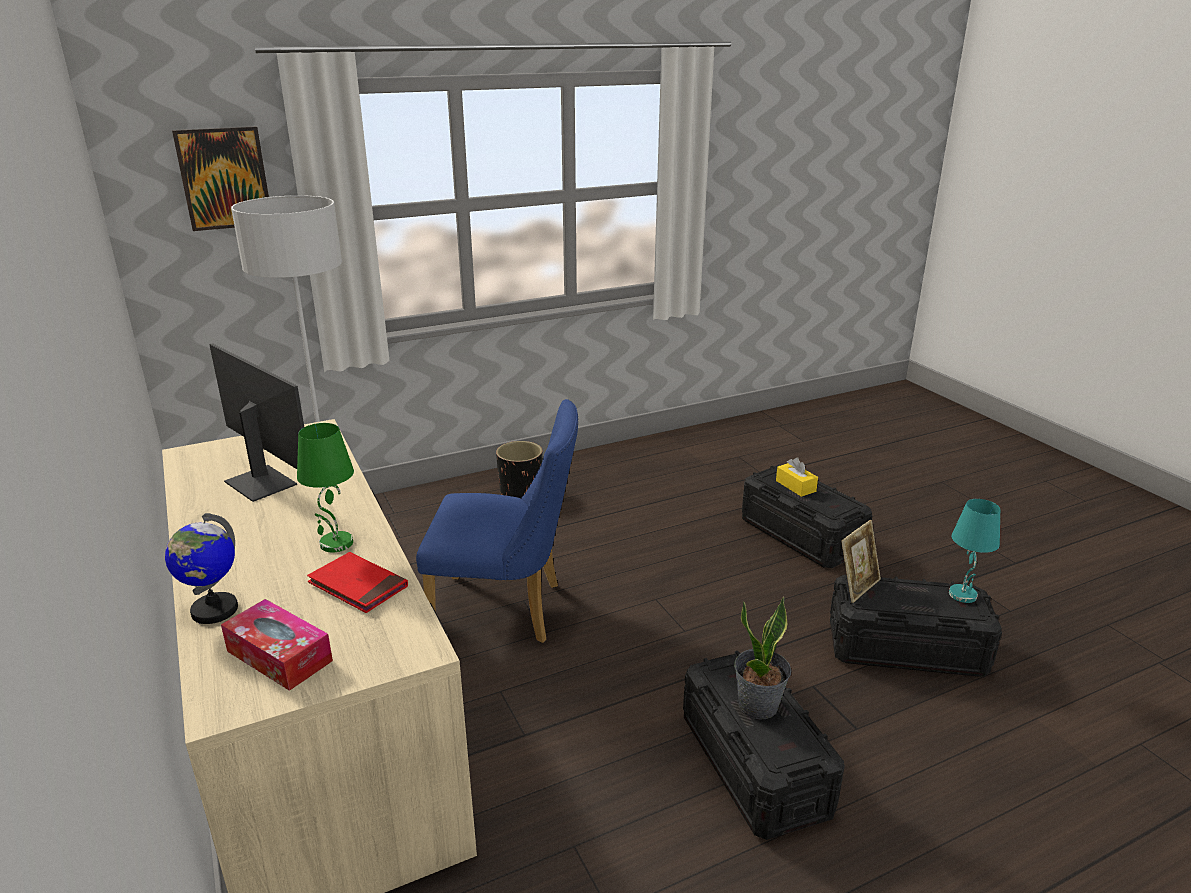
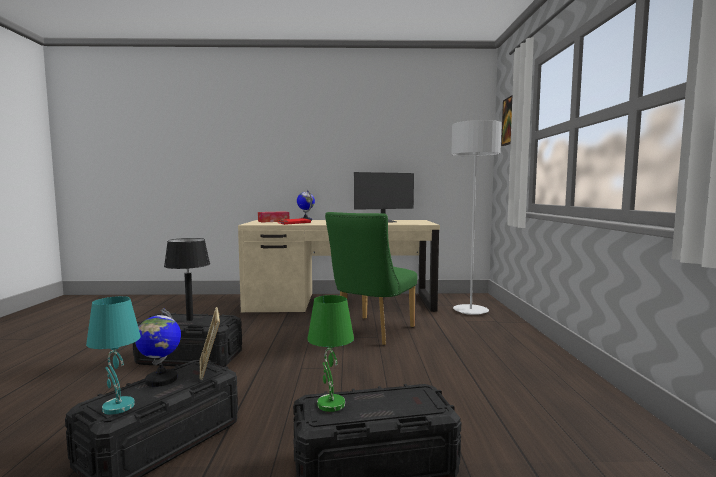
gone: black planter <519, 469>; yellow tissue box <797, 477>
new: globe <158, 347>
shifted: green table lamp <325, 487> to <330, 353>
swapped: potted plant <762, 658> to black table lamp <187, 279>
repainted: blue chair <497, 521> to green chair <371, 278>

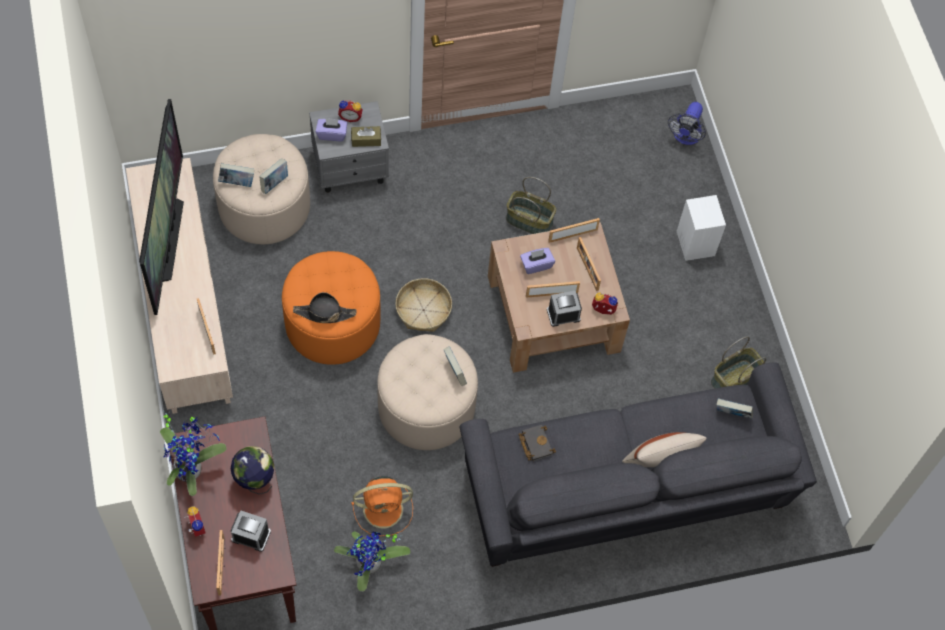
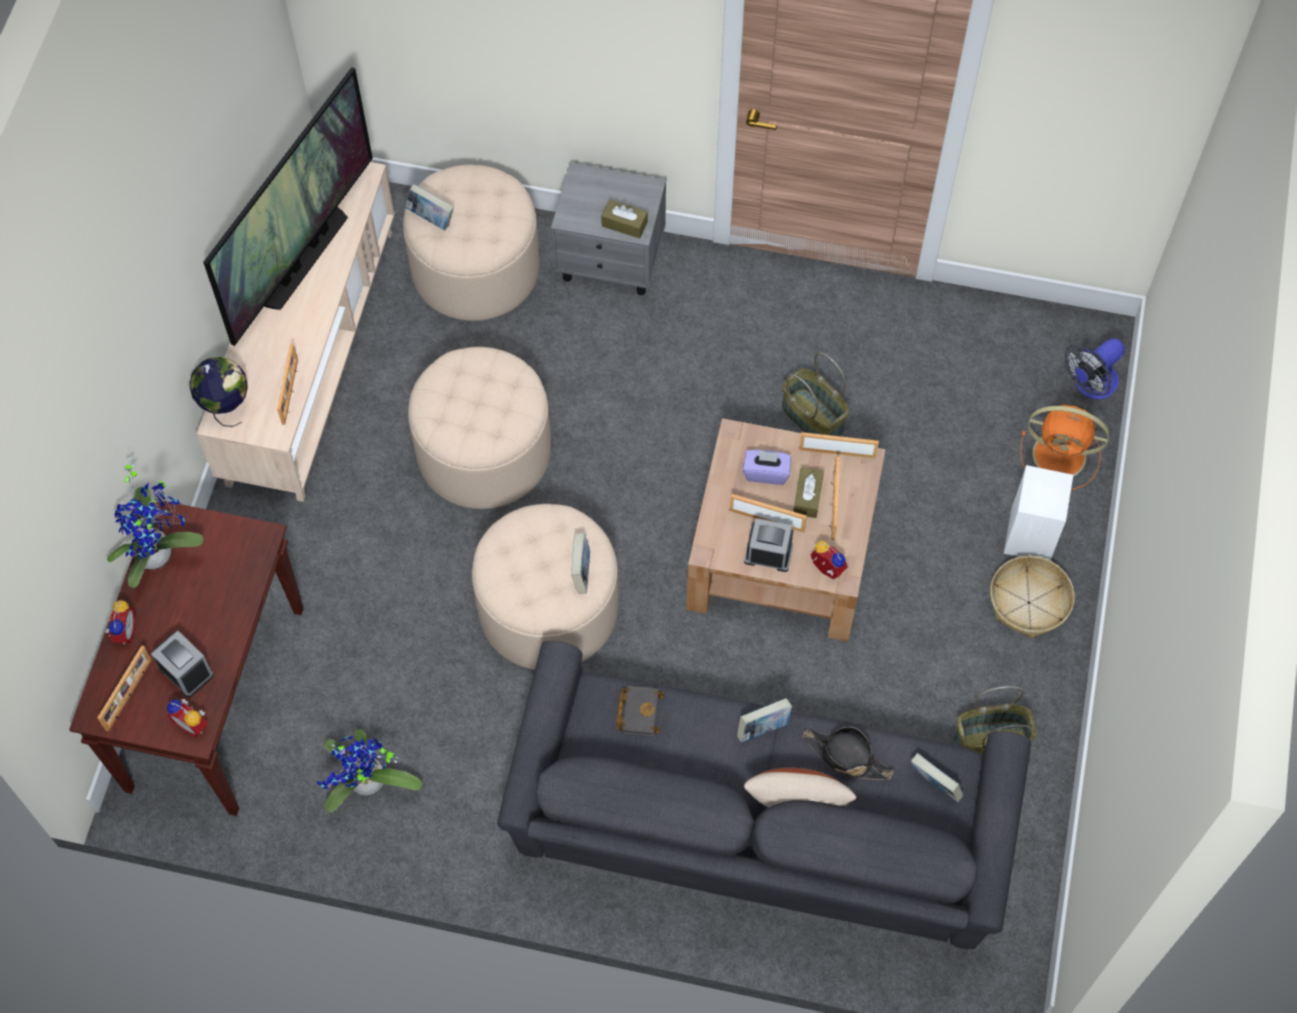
gone: purple tissue box <331, 129>
new: brown tissue box <808, 492>
shifted: alarm clock <350, 111> to <187, 718>; book <273, 176> to <764, 720>; basket <423, 305> to <1032, 597>; black hat <324, 307> to <848, 753>; globe <253, 470> to <219, 392>; orange fan <382, 506> to <1064, 447>
repainted: orange ottoman <331, 308> to beige ottoman <479, 428>

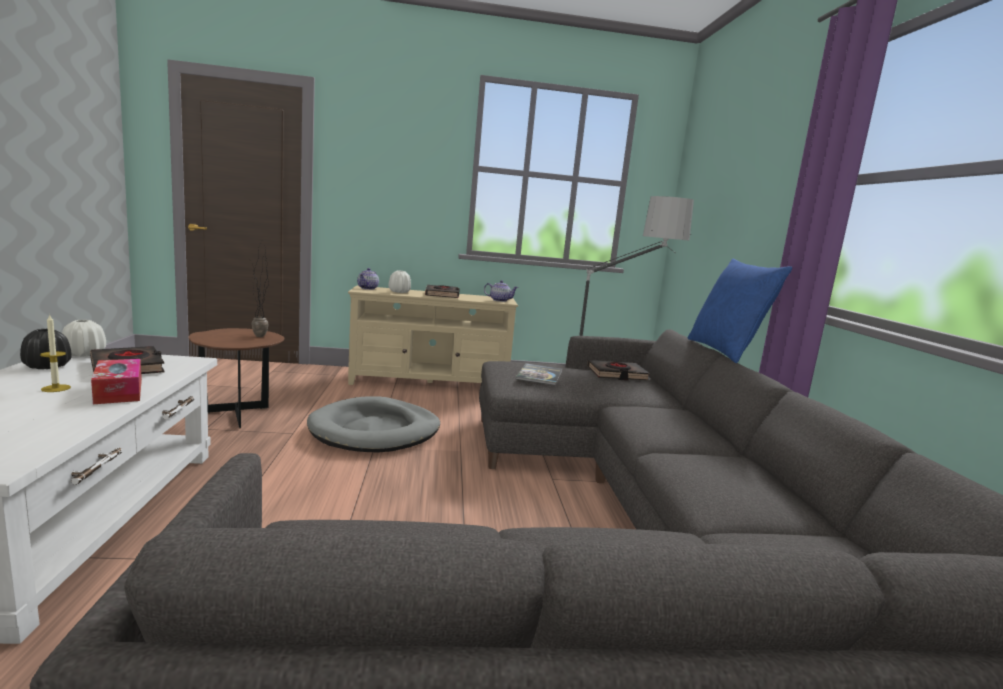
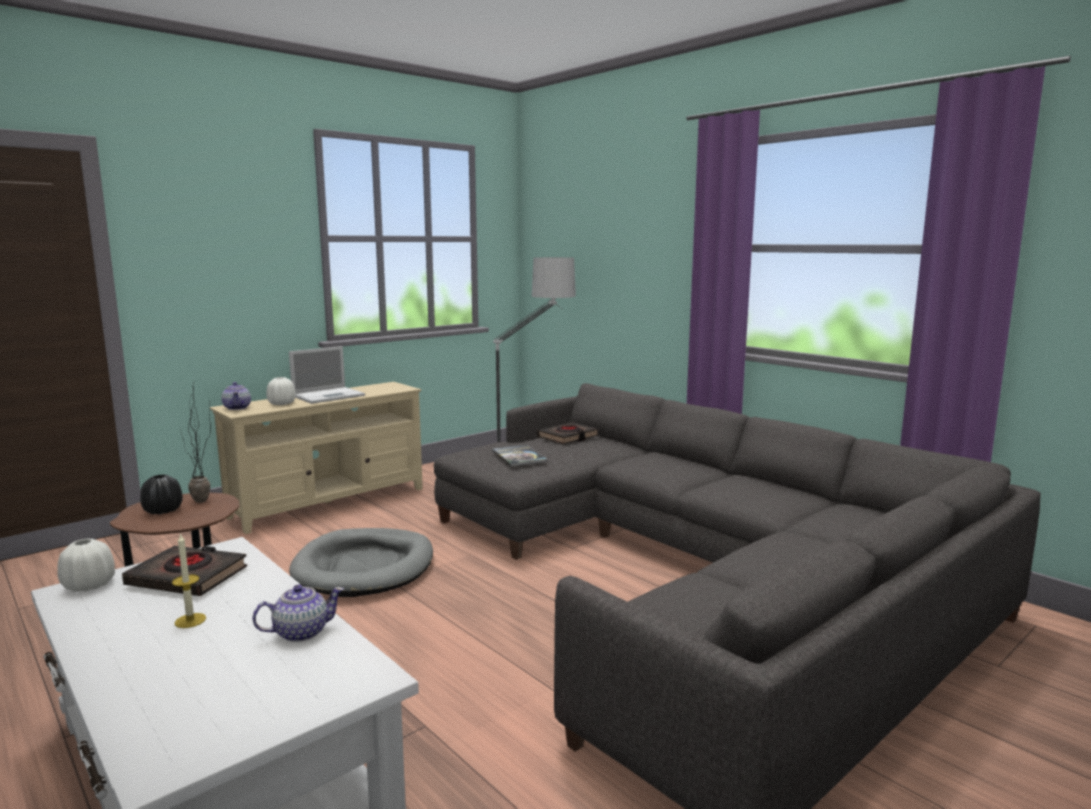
gone: blue pillow <739, 311>; tissue box <116, 381>
shifted: teapot <501, 291> to <298, 613>; black vase <46, 349> to <161, 494>
swapped: black book <442, 291> to laptop <327, 375>

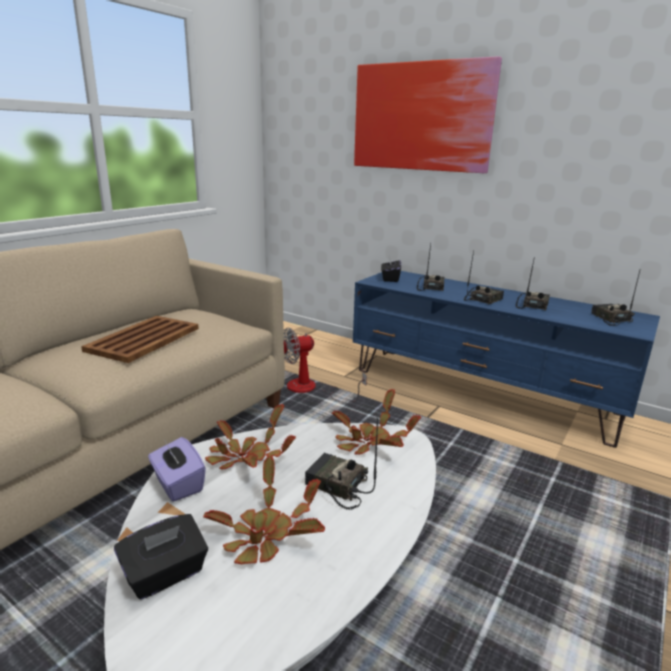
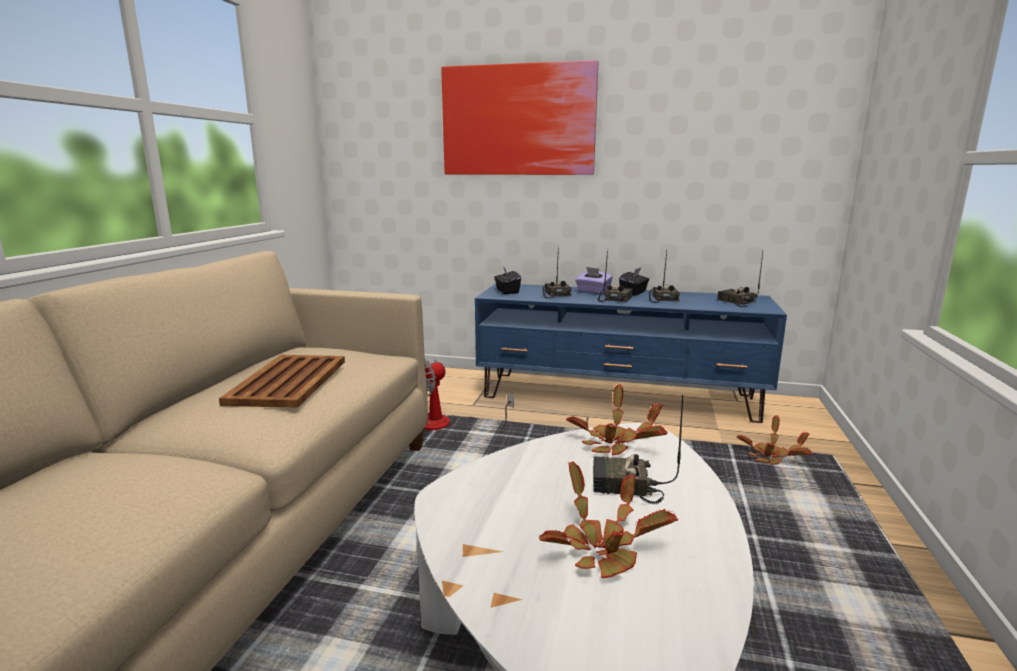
shifted: potted plant <250, 437> to <774, 440>; purple tissue box <177, 469> to <594, 281>; black tissue box <161, 557> to <634, 281>

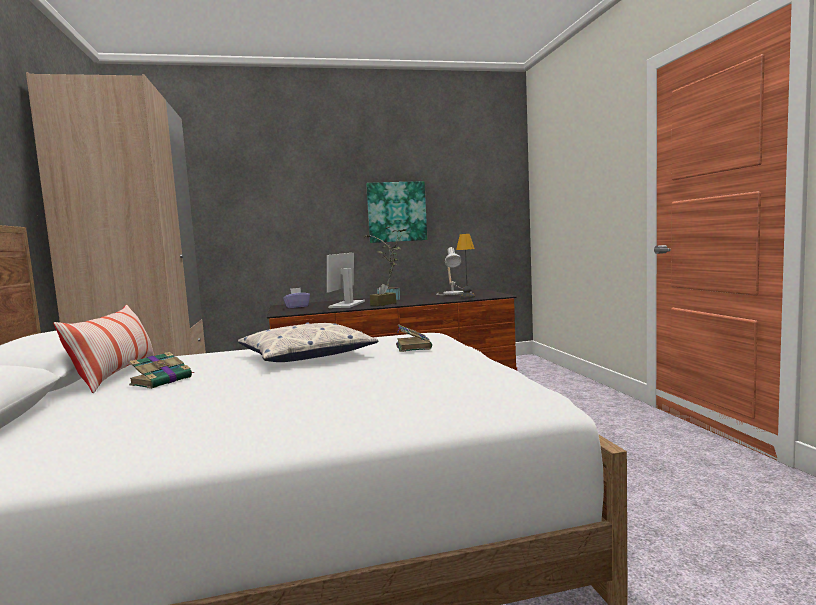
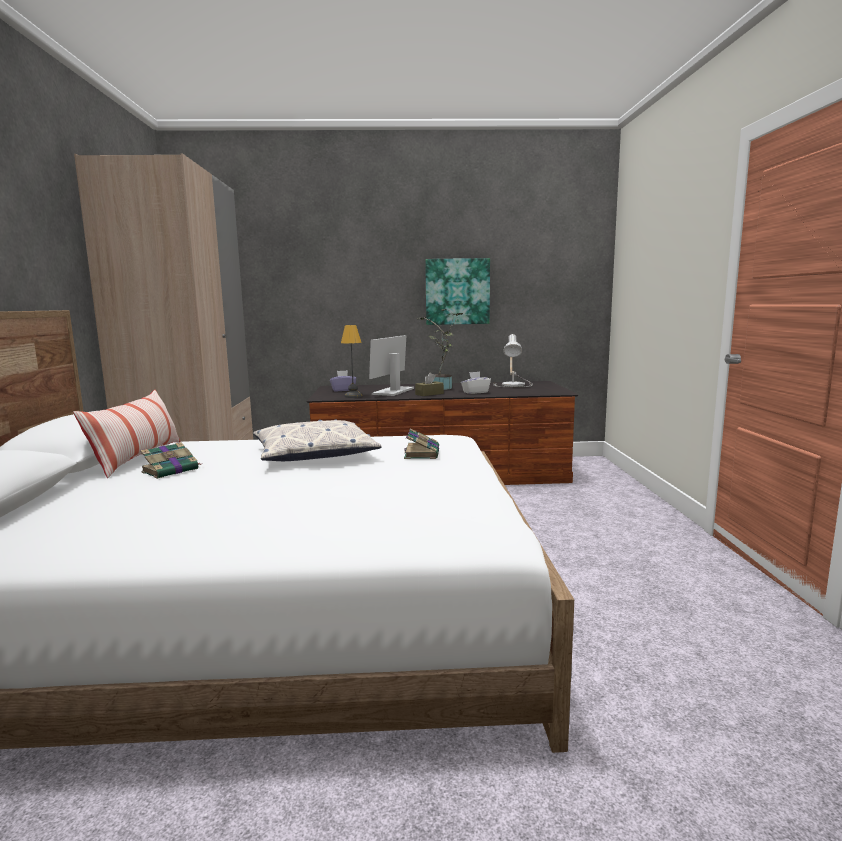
new: white tissue box <476, 382>
shifted: table lamp <465, 266> to <351, 361>

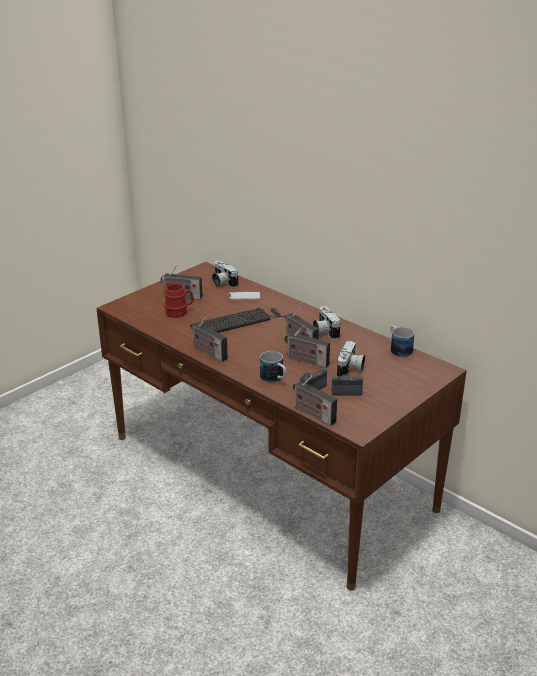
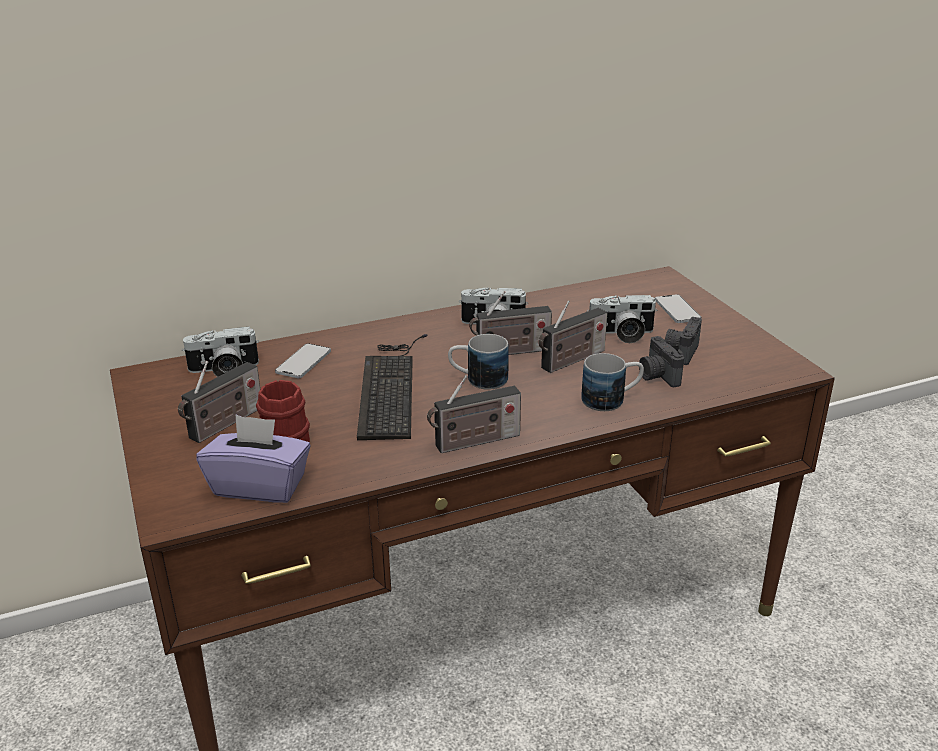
gone: radio <315, 401>
new: phone <678, 308>; purple tissue box <253, 459>
shifted: mug <402, 341> to <478, 362>
rotated: photo camera <351, 359> = <622, 319> 135 degrees clockwise

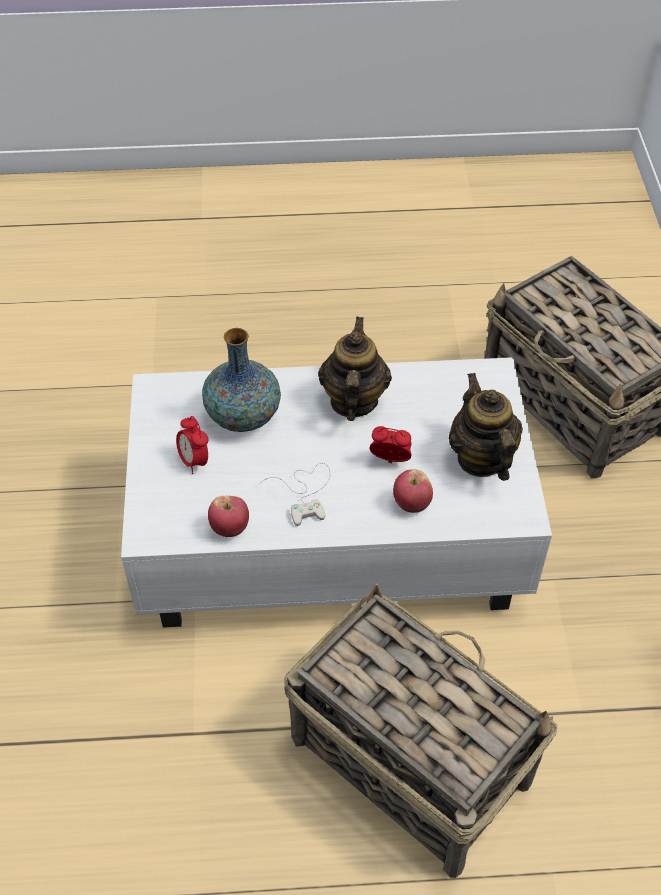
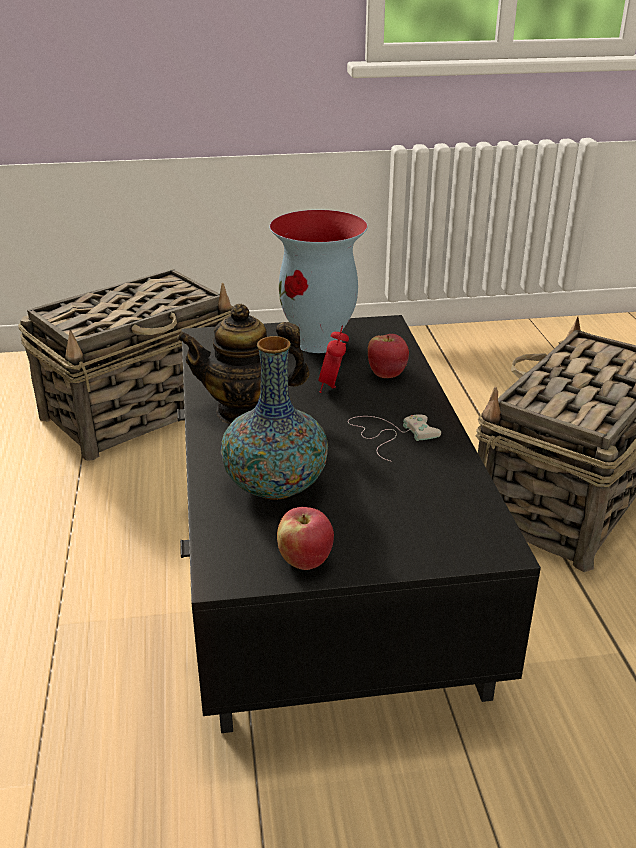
gone: alarm clock <192, 445>
shifted: apple <228, 516> to <305, 538>
swapped: teapot <486, 427> to vase <318, 281>
repainted: white coffee table <336, 492> to black coffee table <359, 524>

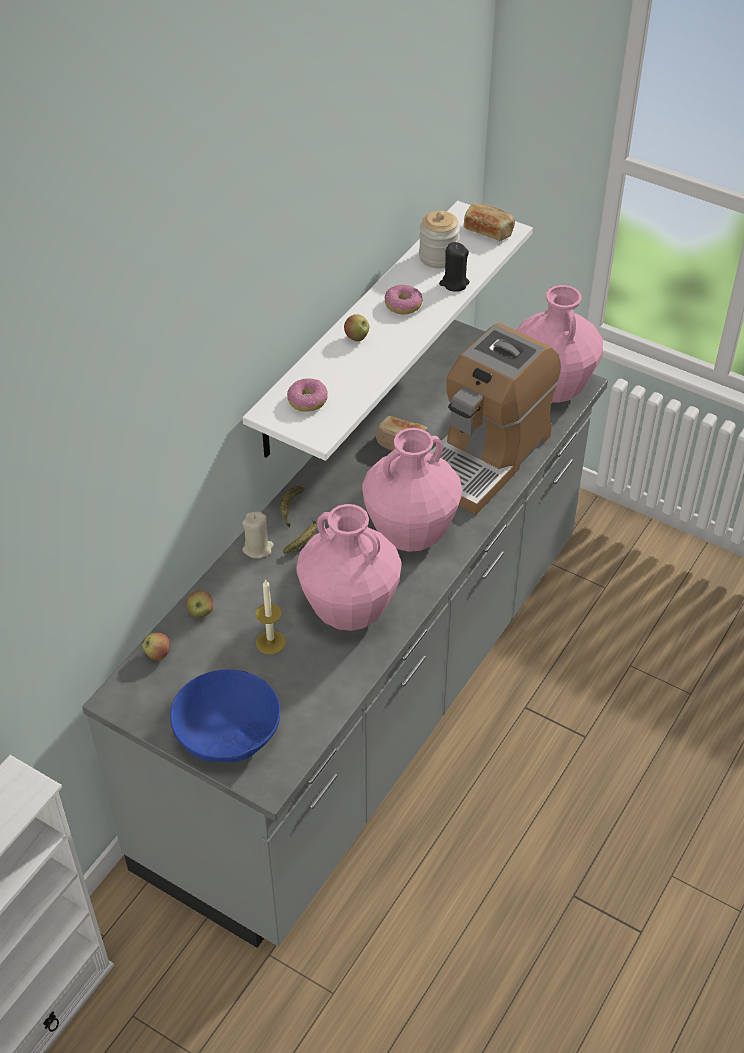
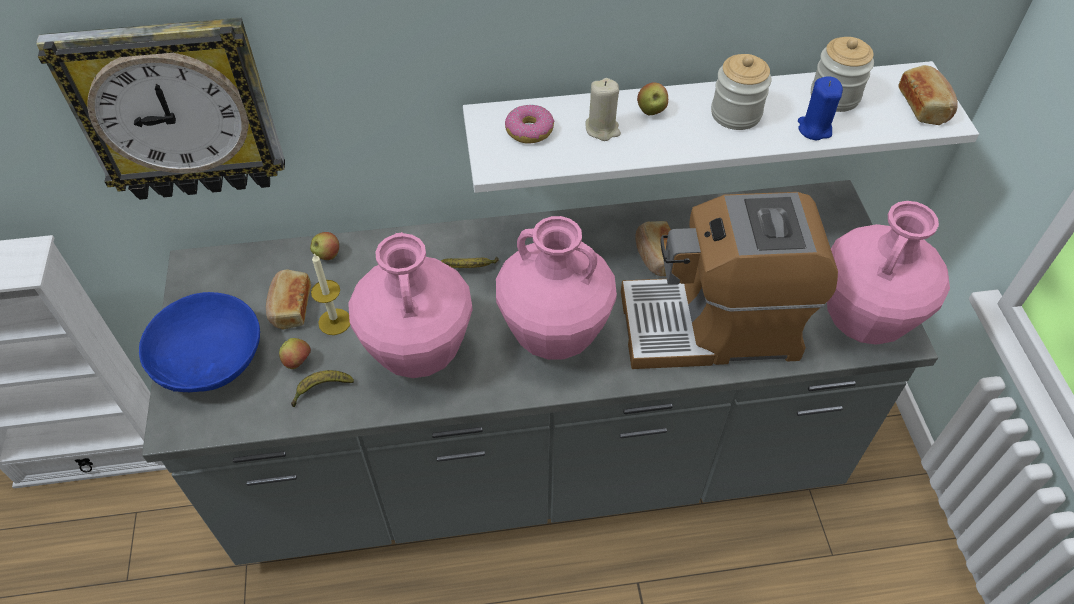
new: wall clock <160, 108>; bread <288, 299>
shifted: banana <292, 506> to <322, 388>; beige candle <258, 535> to <603, 109>; apple <156, 647> to <295, 353>
swapped: donut <404, 299> to jar <741, 92>
repainted: black candle <454, 267> to blue candle <820, 108>

